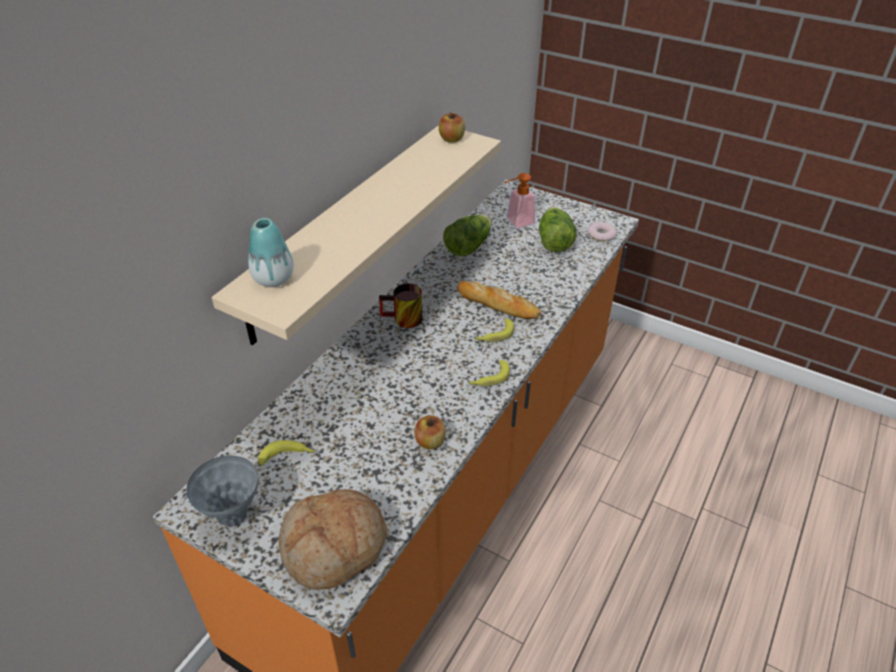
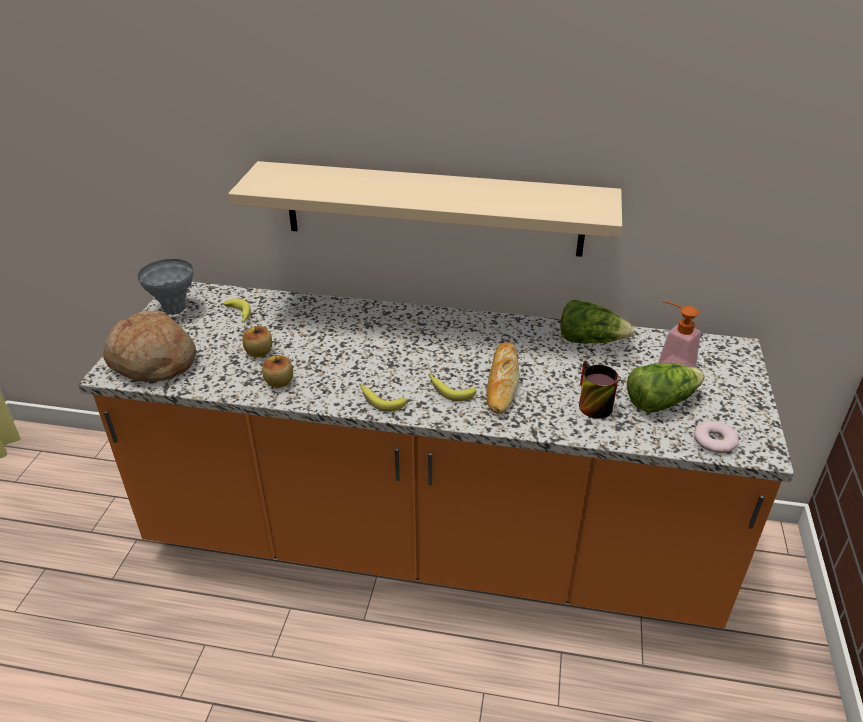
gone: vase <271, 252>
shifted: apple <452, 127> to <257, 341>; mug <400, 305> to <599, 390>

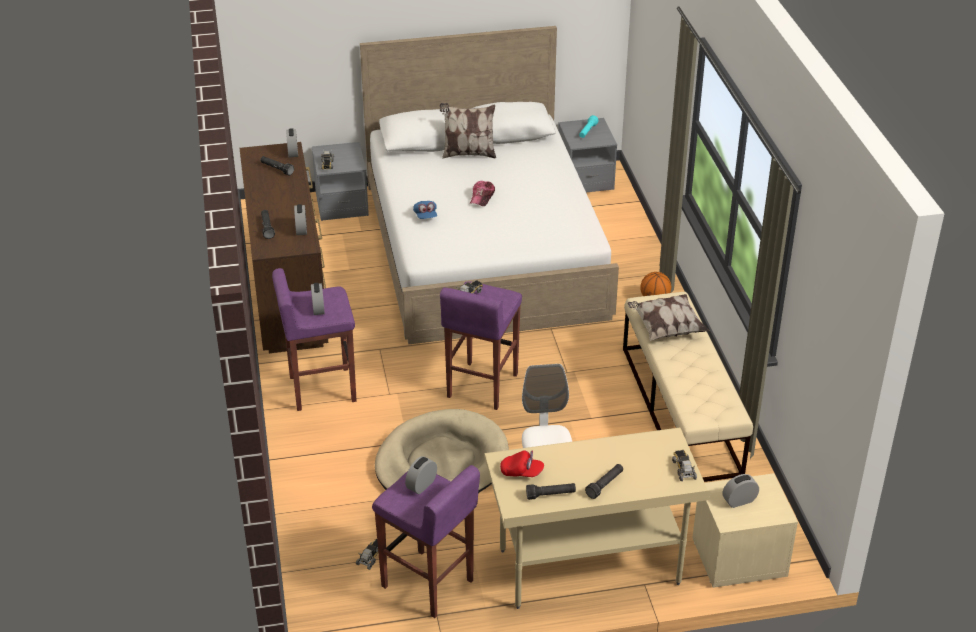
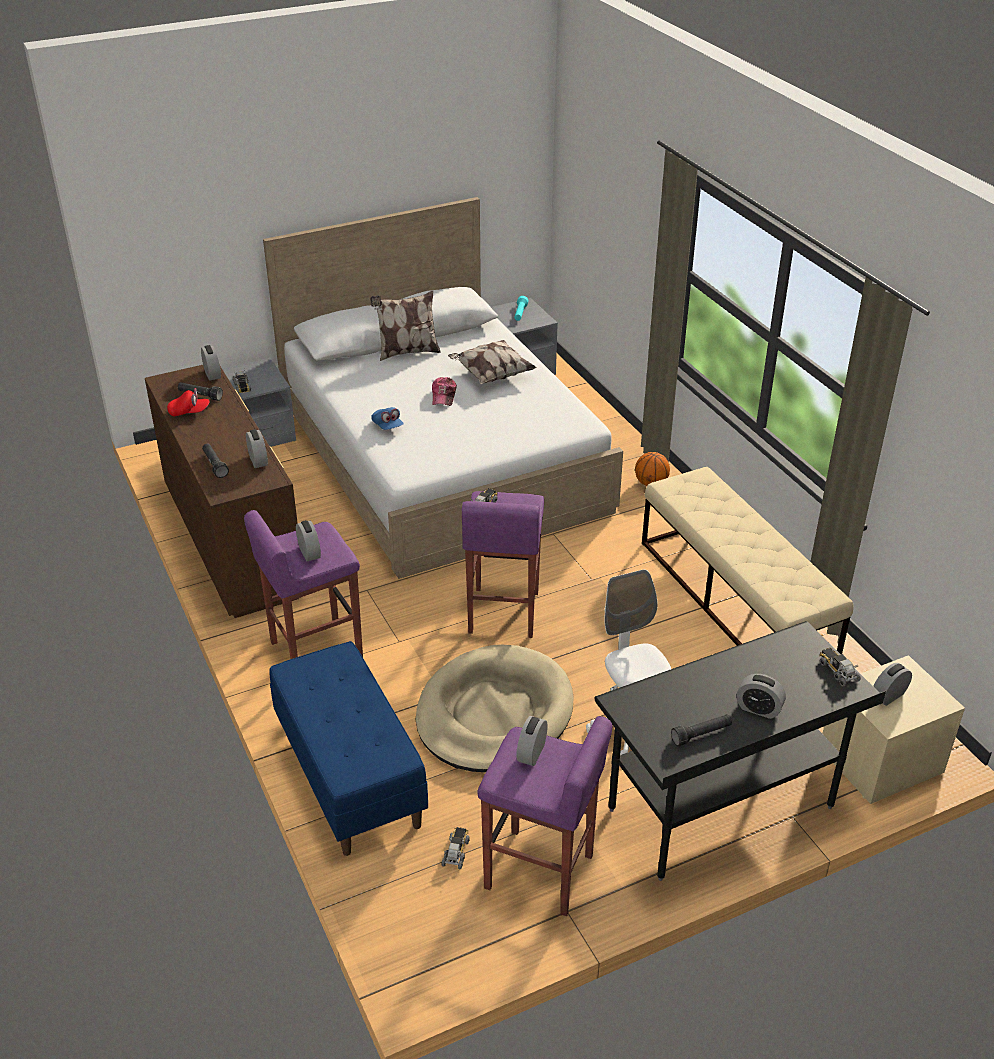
new: blue bench <348, 748>
shifted: pillow <668, 317> to <492, 362>; red cap <522, 464> to <188, 402>
swapped: black flashlight <604, 481> to alarm clock <761, 696>
repainted: beige desk <597, 518> to black desk <740, 751>

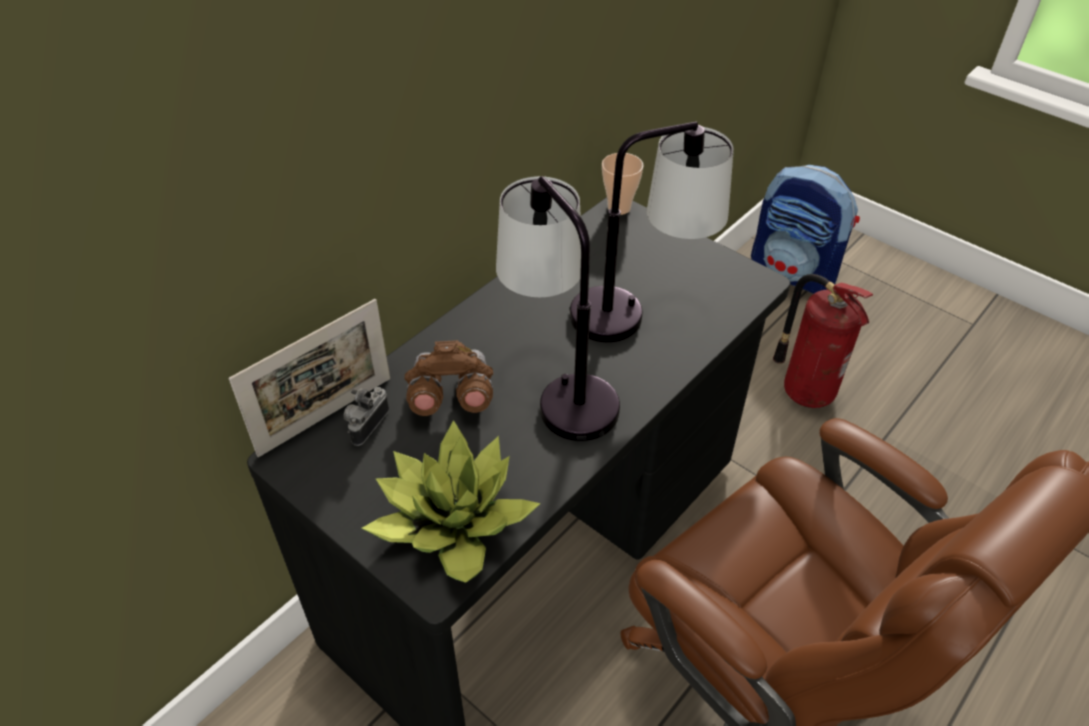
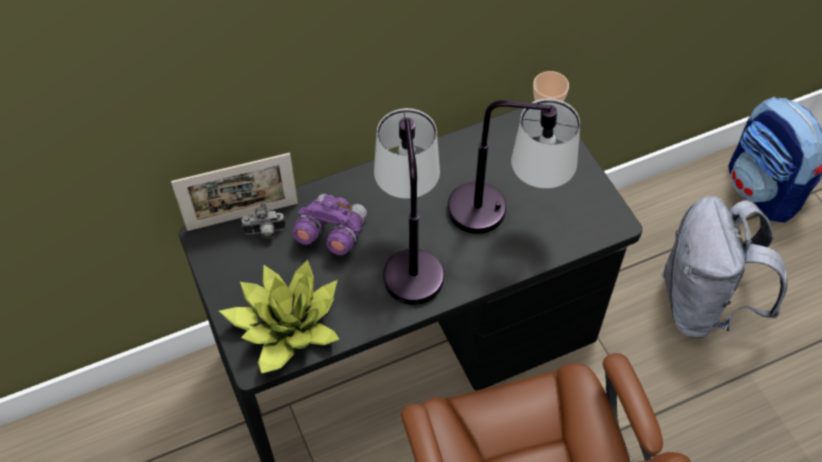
swapped: fire extinguisher <823, 341> to grey backpack <724, 267>
repainted: brown binoculars <449, 378> to purple binoculars <329, 224>
rotated: photo camera <366, 416> = <263, 221> 150 degrees counterclockwise

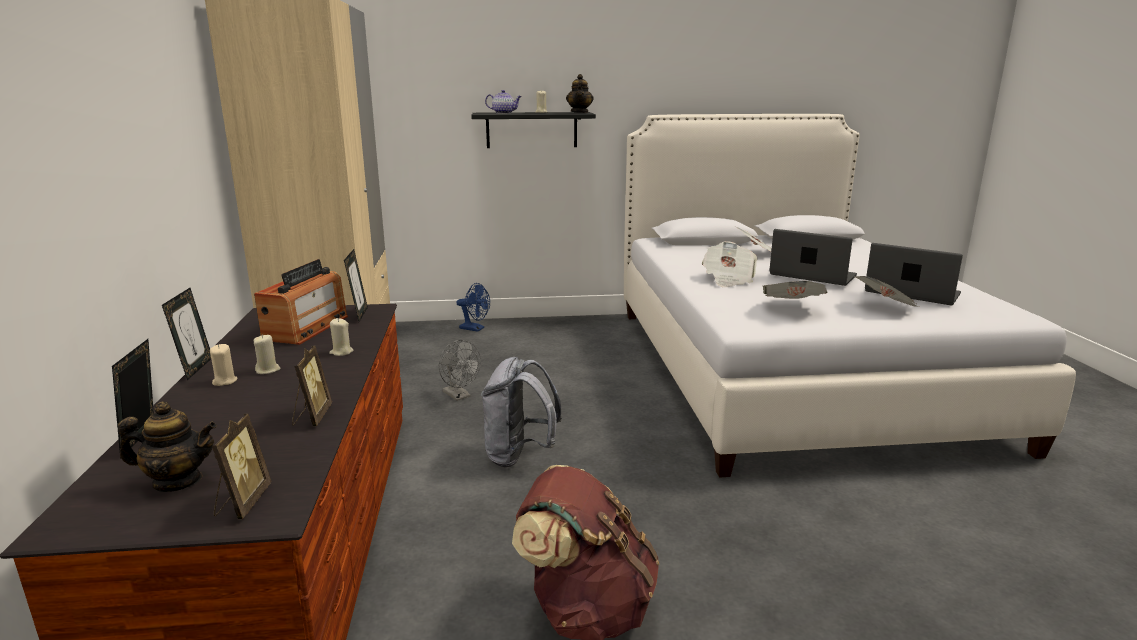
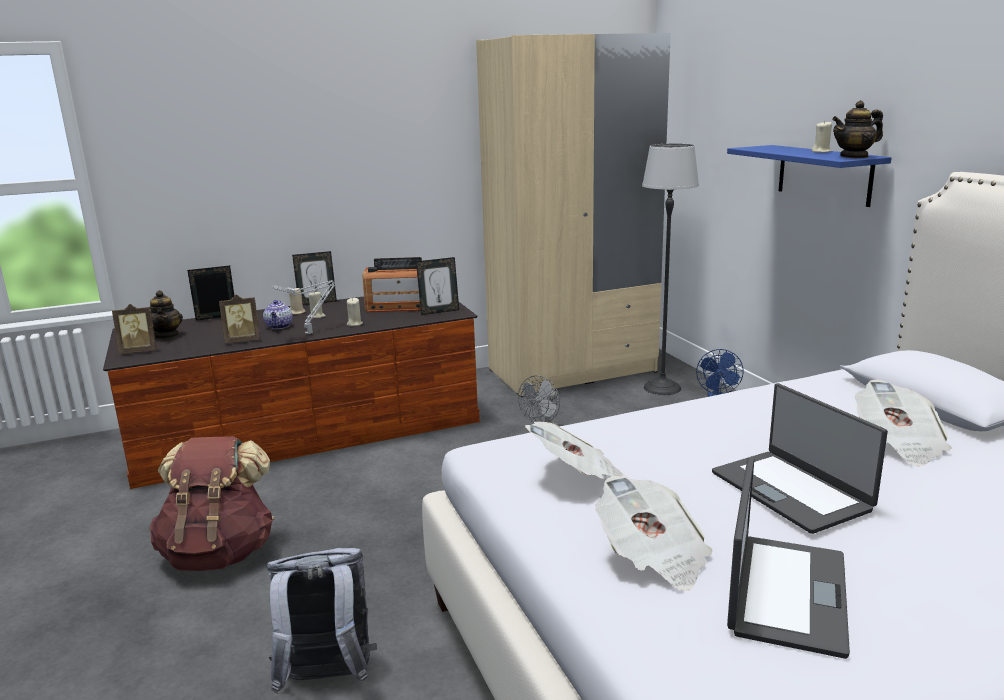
gone: newspaper <730, 264>
new: floor lamp <670, 269>; grey table lamp <304, 307>
shifted: teapot <503, 102> to <277, 314>; grey backpack <521, 412> to <322, 621>
repainted: black shelf <533, 130> to blue shelf <809, 176>
rotated: laptop <813, 257> = <800, 458> 135 degrees clockwise

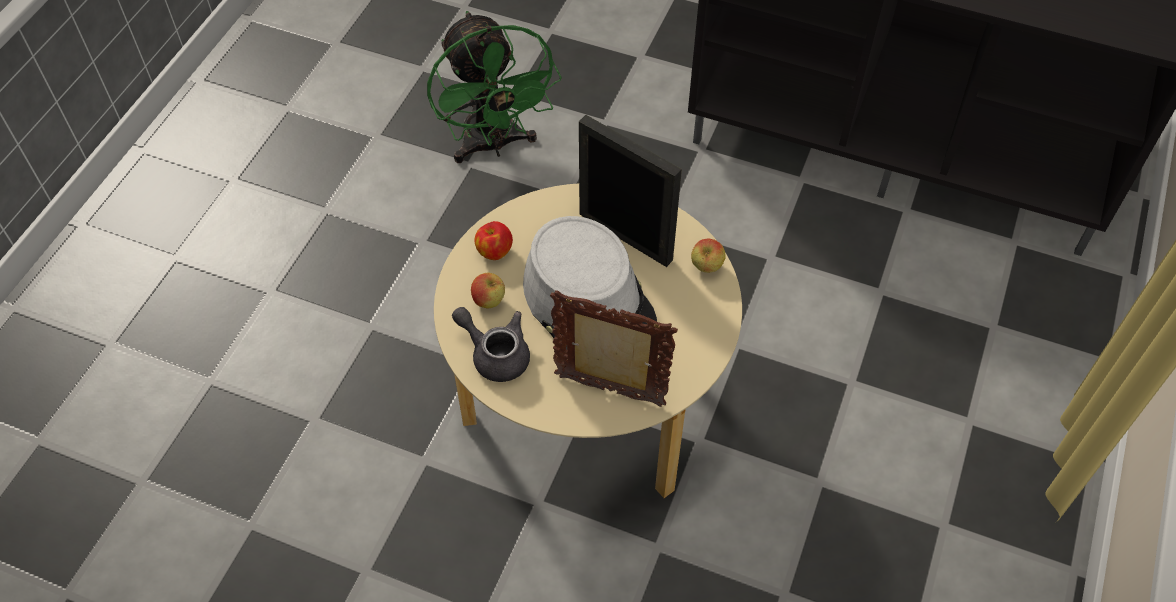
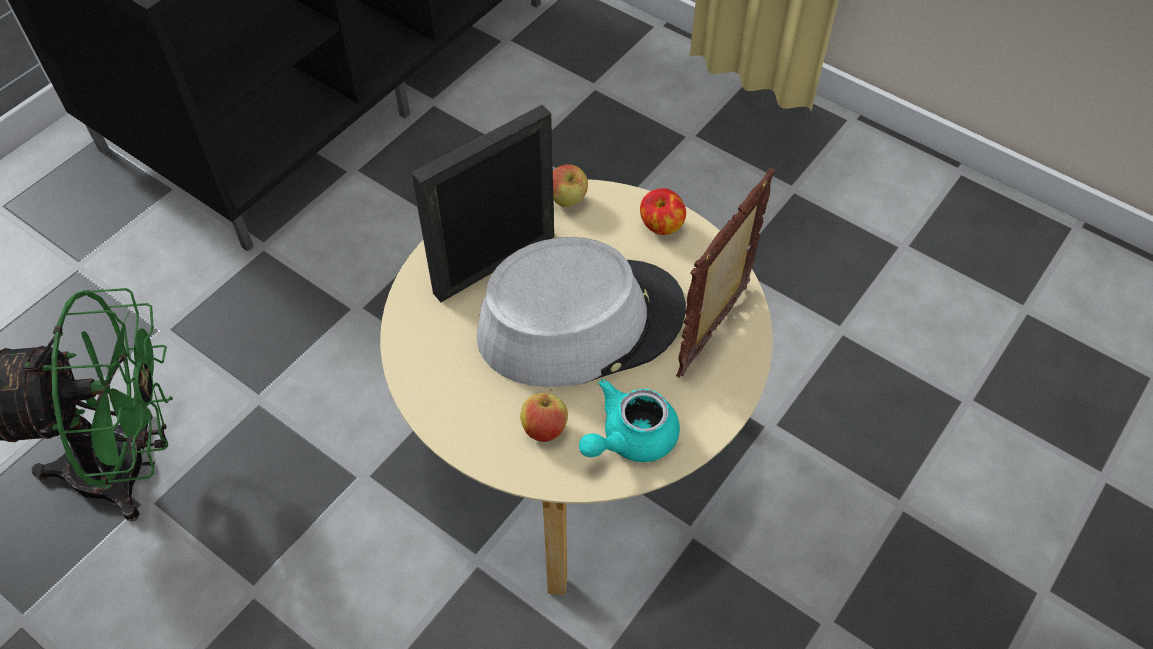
shifted: apple <493, 240> to <663, 211>
repainted: grey teapot <491, 344> to turquoise teapot <629, 420>

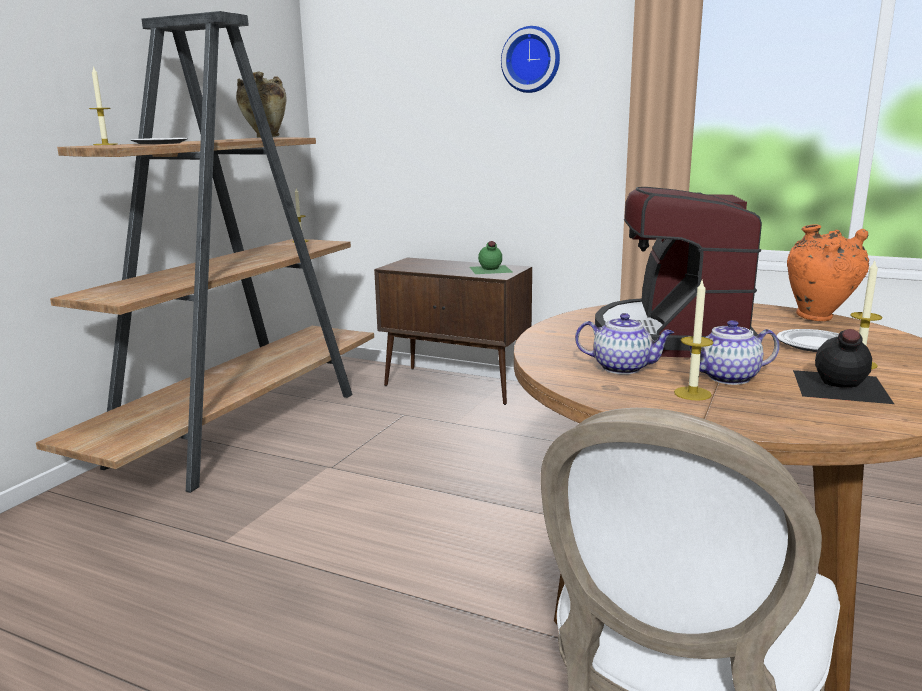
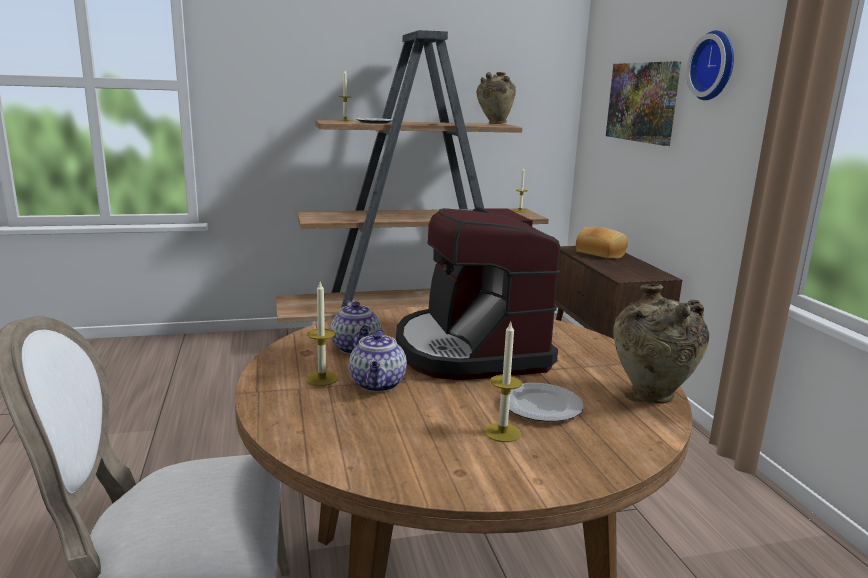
gone: green bottle <491, 257>; black bottle <843, 366>
new: picture <643, 103>; bread <602, 243>
repainted: orange vase <828, 272> to beige vase <661, 344>
rotated: coffee machine <678, 272> = <478, 293> 75 degrees counterclockwise; teapot <733, 352> = <378, 360> 135 degrees counterclockwise

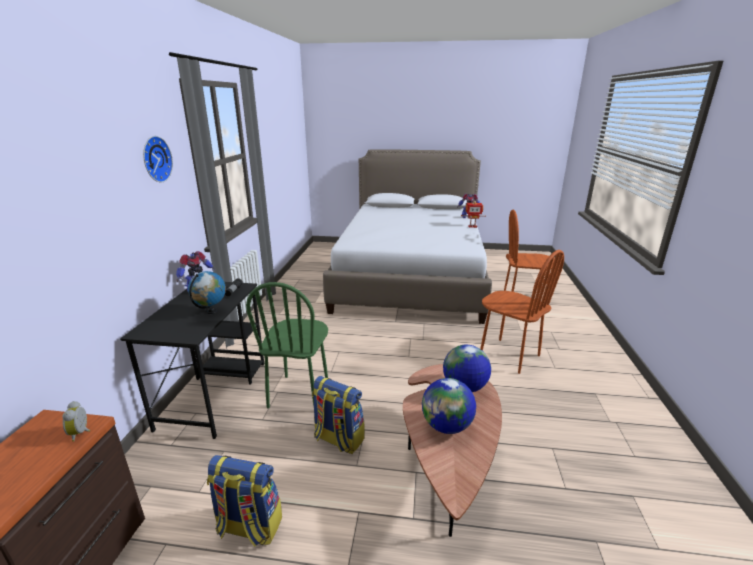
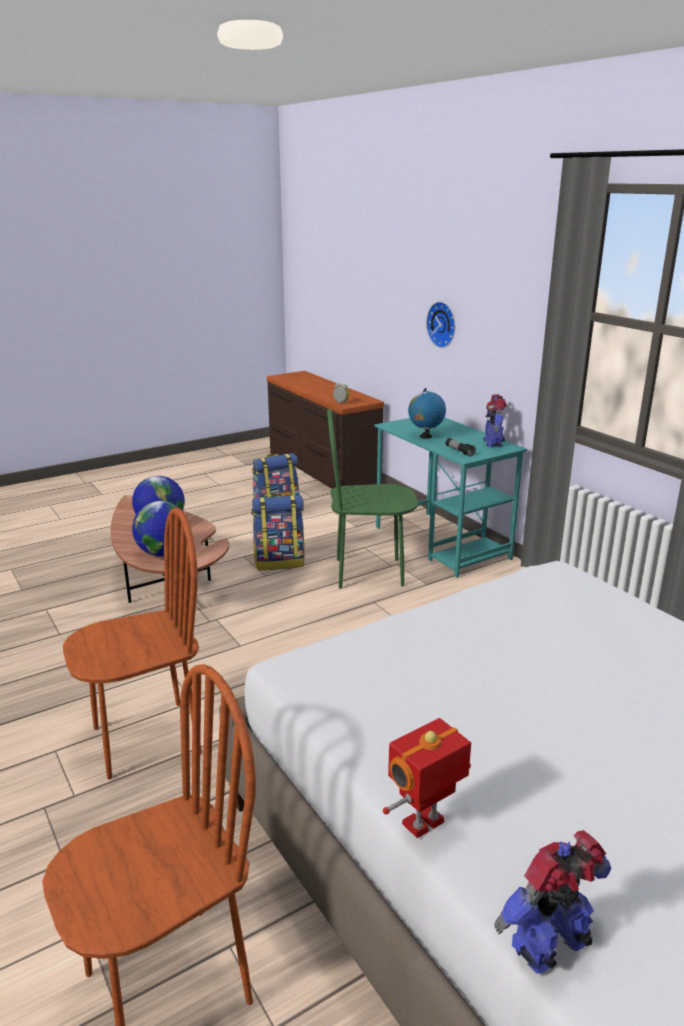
shifted: wall clock <158, 159> to <440, 324>
repainted: black desk <192, 360> to turquoise desk <451, 498>
rotated: brown chair <522, 312> = <132, 644> 150 degrees clockwise; green chair <287, 345> = <372, 499> 60 degrees counterclockwise

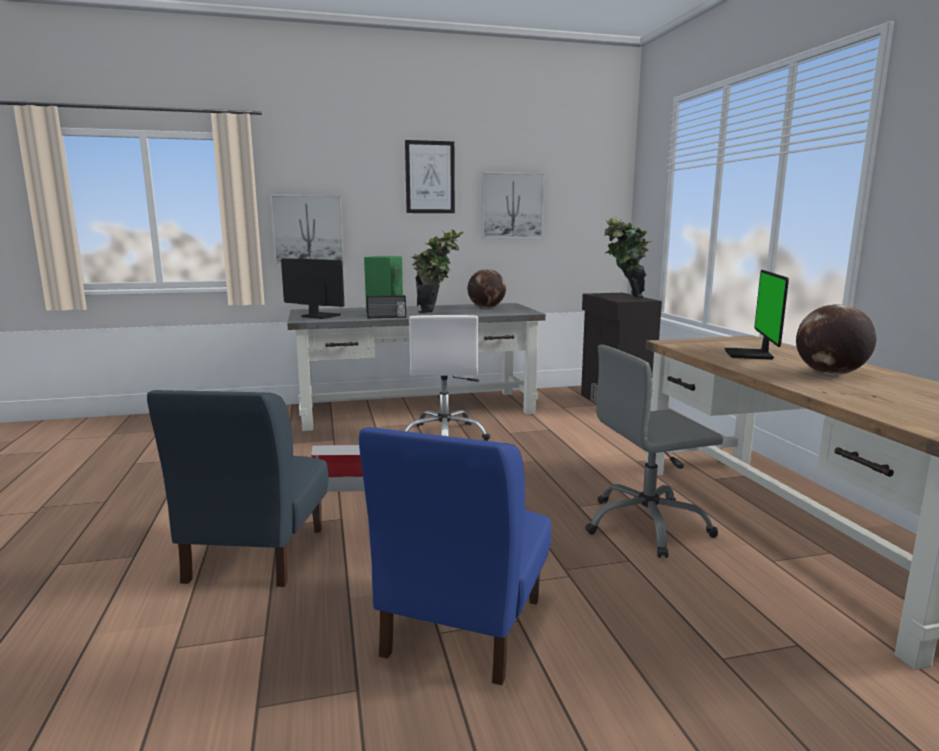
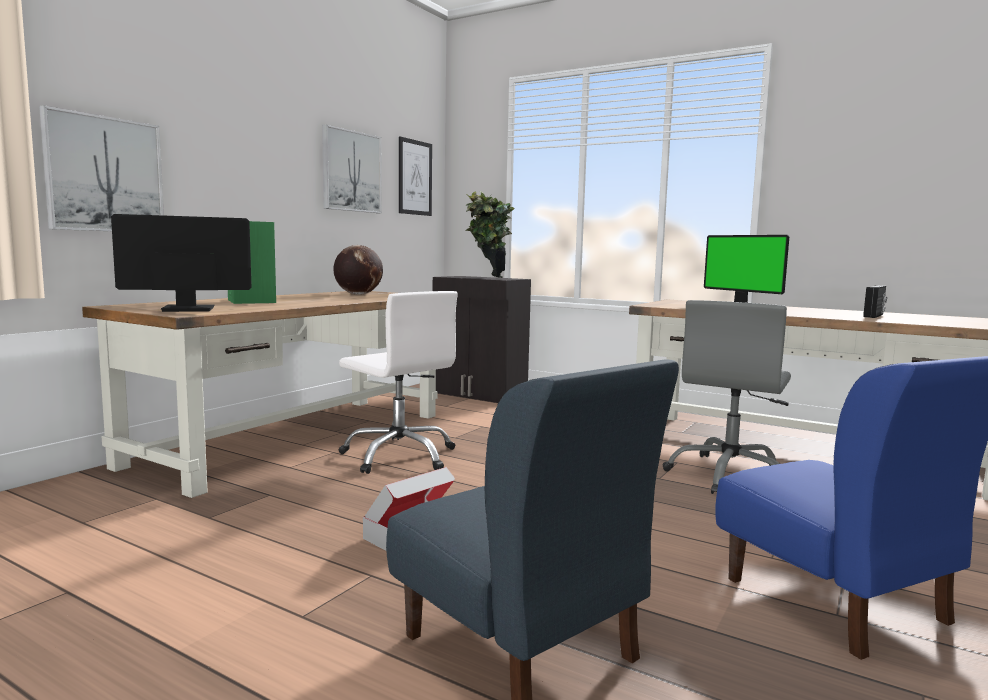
gone: potted plant <437, 271>; globe <836, 339>
shifted: picture <430, 176> to <415, 176>; radio <386, 306> to <875, 301>
repainted: grey desk <416, 367> to brown desk <260, 394>

